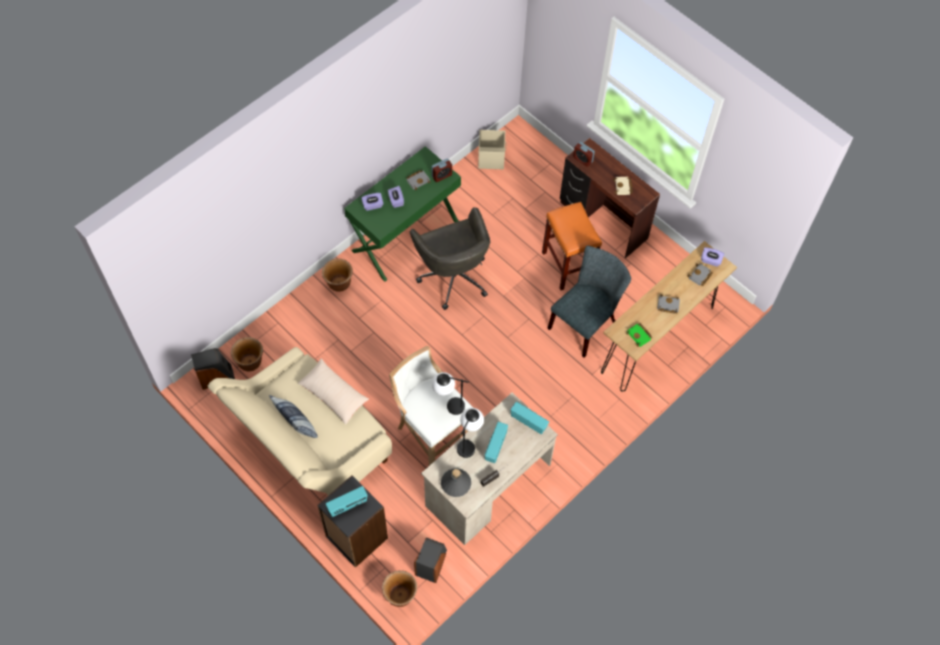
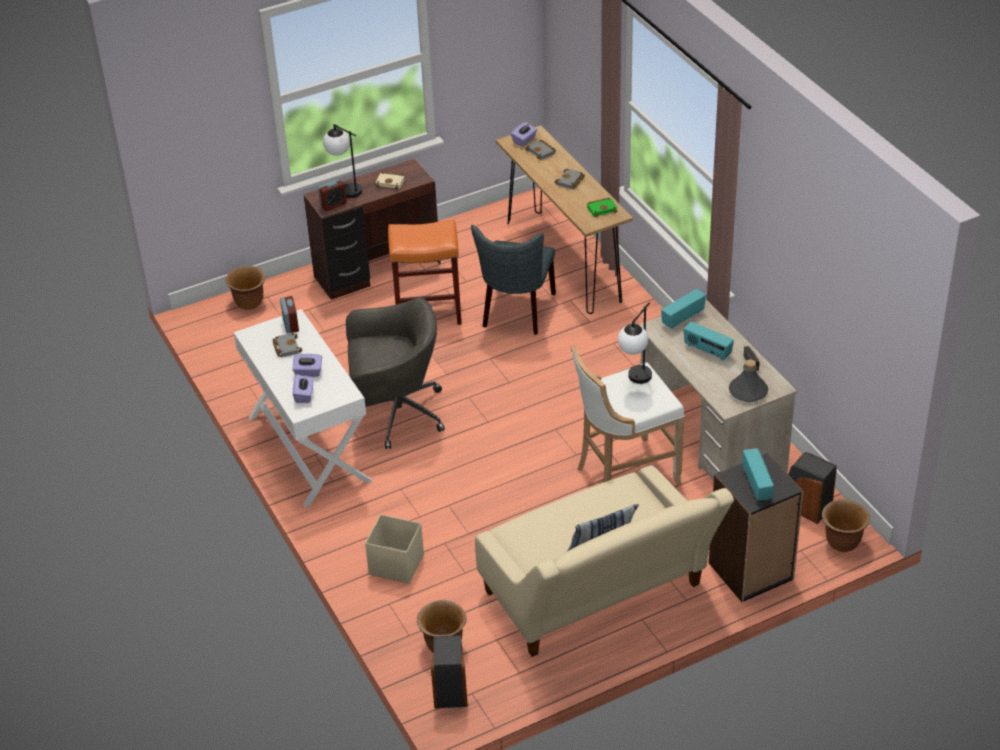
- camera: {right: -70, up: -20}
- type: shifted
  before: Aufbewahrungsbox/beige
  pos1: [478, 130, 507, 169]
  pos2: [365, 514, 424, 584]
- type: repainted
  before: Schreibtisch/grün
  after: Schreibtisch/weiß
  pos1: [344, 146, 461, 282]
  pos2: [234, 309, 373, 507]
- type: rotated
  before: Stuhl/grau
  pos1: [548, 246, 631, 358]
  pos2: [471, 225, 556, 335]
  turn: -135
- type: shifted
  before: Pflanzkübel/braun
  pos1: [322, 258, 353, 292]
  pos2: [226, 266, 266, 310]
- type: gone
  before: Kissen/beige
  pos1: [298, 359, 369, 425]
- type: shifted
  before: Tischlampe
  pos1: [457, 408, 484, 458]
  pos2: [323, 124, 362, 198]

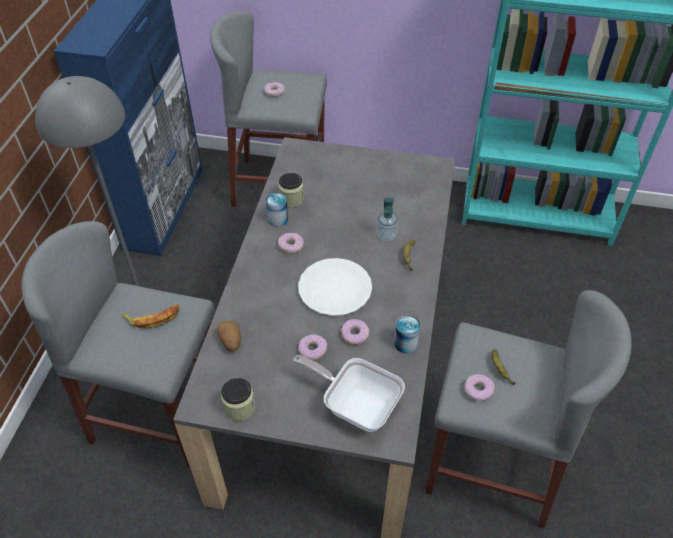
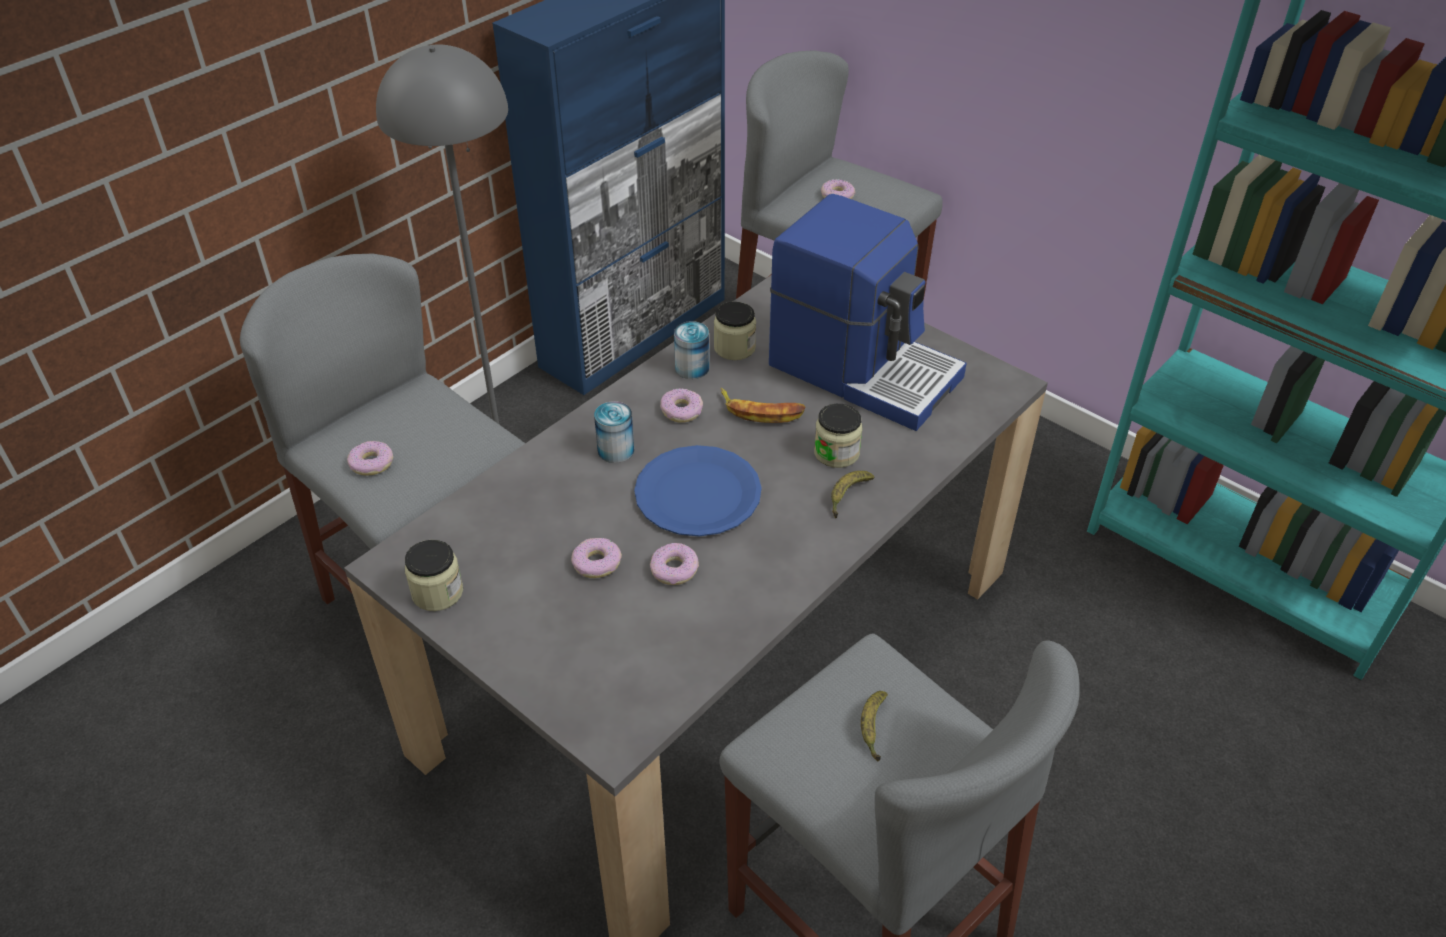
- camera: {right: 30, up: -5}
- type: swapped
  before: Seifenspender
  after: Vorratsglas
  pos1: [377, 198, 398, 242]
  pos2: [814, 404, 862, 468]
- type: repainted
  before: Teller/weiß
  after: Teller/blau
  pos1: [298, 258, 372, 316]
  pos2: [634, 445, 762, 537]
- type: shifted
  before: Banane
  pos1: [122, 304, 180, 328]
  pos2: [720, 388, 806, 423]
- type: shifted
  before: Dose
  pos1: [394, 315, 421, 354]
  pos2: [594, 401, 634, 463]
- type: gone
  before: Kartoffel
  pos1: [217, 321, 241, 352]
- type: gone
  before: Pfanne
  pos1: [293, 355, 405, 432]
- type: shifted
  before: Donut
  pos1: [464, 374, 495, 401]
  pos2: [347, 441, 393, 476]
- type: new
  after: Kaffeemaschine
  pos2: [769, 194, 967, 431]

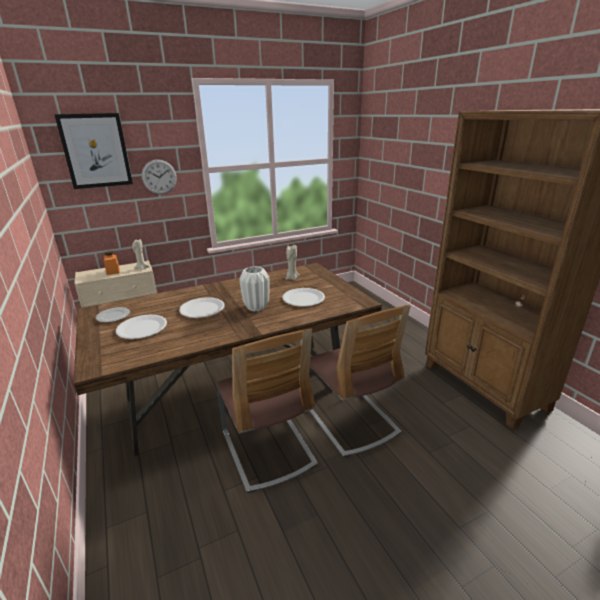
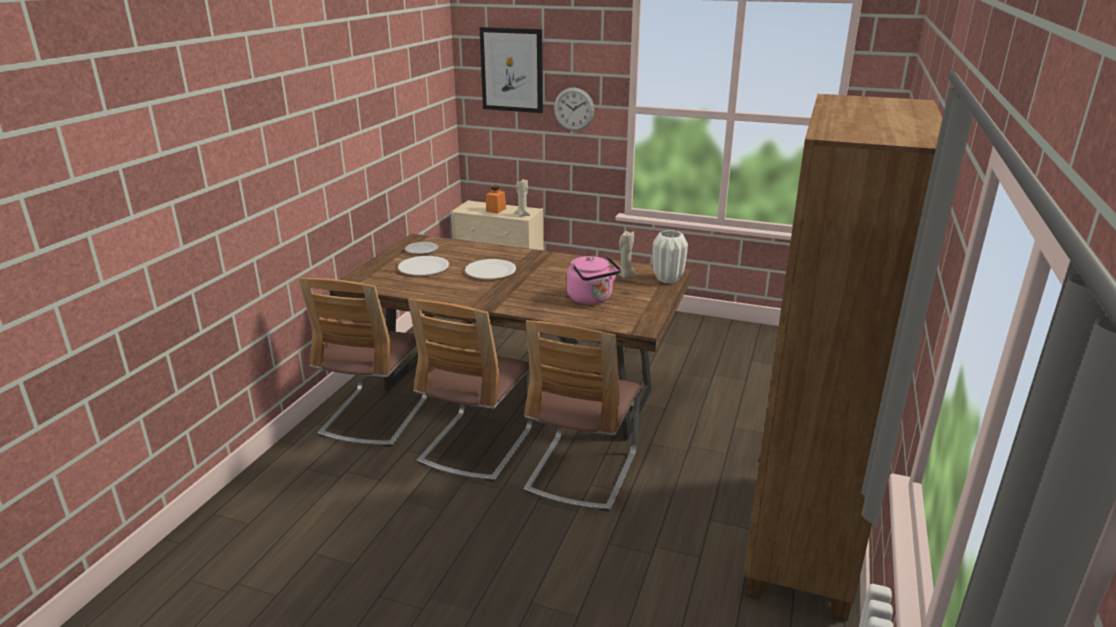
- camera: {right: 45, up: 0}
- type: shifted
  before: Vase/weiß
  pos1: [239, 266, 270, 312]
  pos2: [653, 230, 688, 283]
- type: swapped
  before: Teller/weiß
  after: Wasserkessel/rosa
  pos1: [282, 288, 325, 307]
  pos2: [567, 256, 621, 304]
- type: new
  after: Stuhl
  pos2: [299, 278, 427, 447]

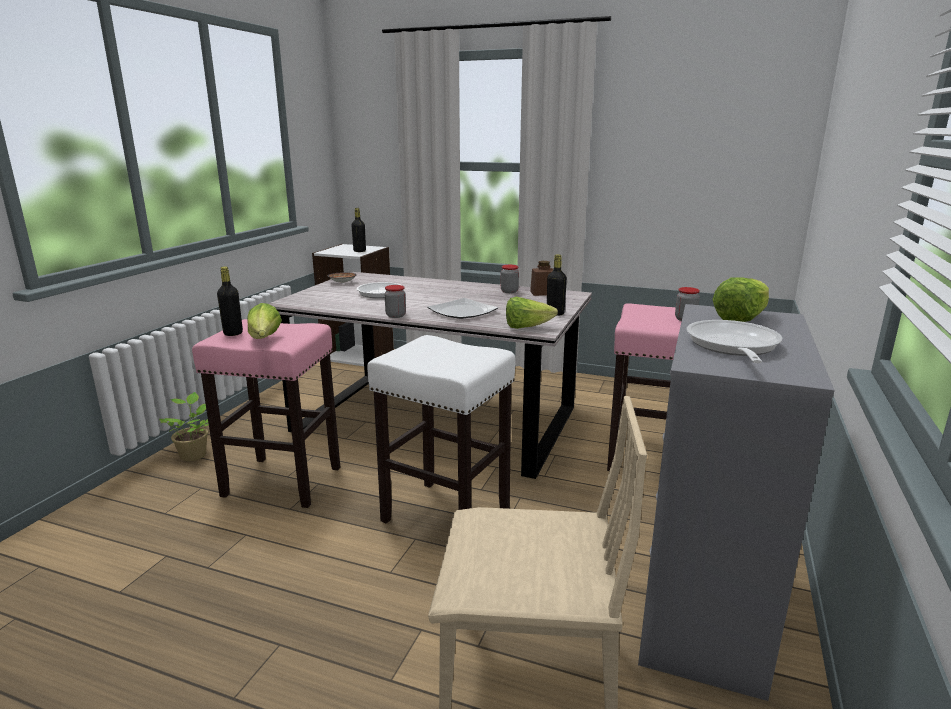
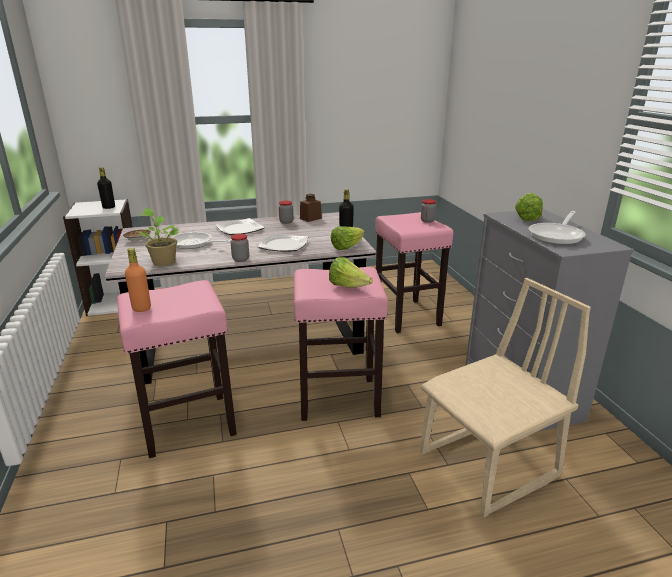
- camera: {right: -35, up: 5}
- type: repainted
  before: Flasche/schwarz
  after: Flasche/orange
  pos1: [217, 266, 243, 336]
  pos2: [125, 248, 151, 312]
- type: shifted
  before: Salatkopf
  pos1: [247, 303, 282, 339]
  pos2: [329, 257, 373, 288]
- type: rotated
  before: Pfanne
  pos1: [687, 320, 782, 363]
  pos2: [529, 211, 586, 245]
  turn: -120
- type: repainted
  before: Hocker/weiß
  after: Hocker/rosa
  pos1: [367, 335, 515, 523]
  pos2: [294, 267, 388, 421]
- type: shifted
  before: Topfpflanze
  pos1: [159, 392, 209, 461]
  pos2: [136, 208, 180, 266]
- type: new
  after: Teller
  pos2: [216, 218, 265, 235]

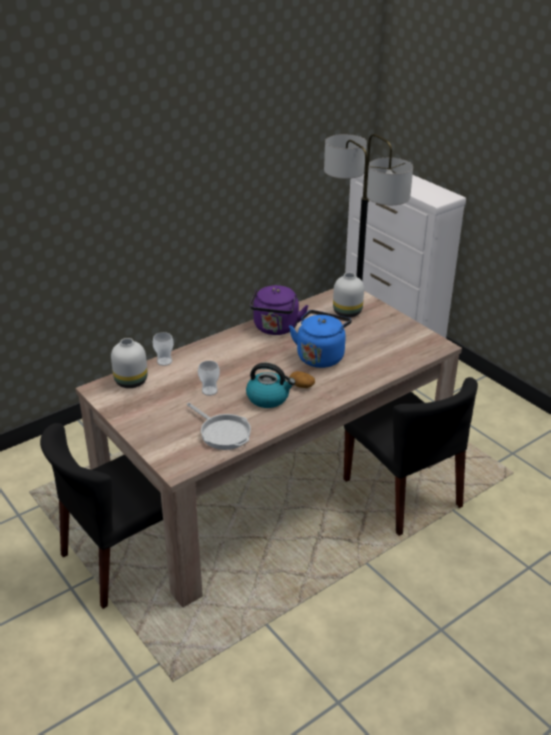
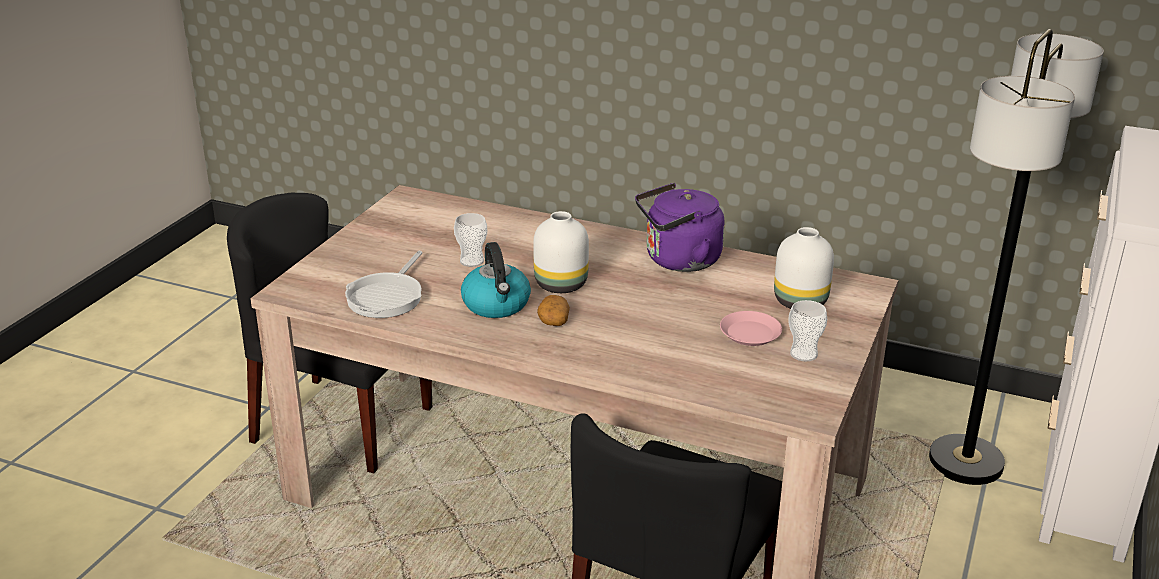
- camera: {right: 60, up: -5}
- type: gone
  before: Wasserkessel/blau
  pos1: [289, 310, 352, 368]
- type: shifted
  before: Tasse
  pos1: [153, 332, 174, 366]
  pos2: [788, 300, 827, 361]
- type: shifted
  before: Vase/weiß
  pos1: [111, 338, 148, 388]
  pos2: [533, 211, 589, 293]
- type: new
  after: Teller/rosa
  pos2: [720, 311, 782, 346]

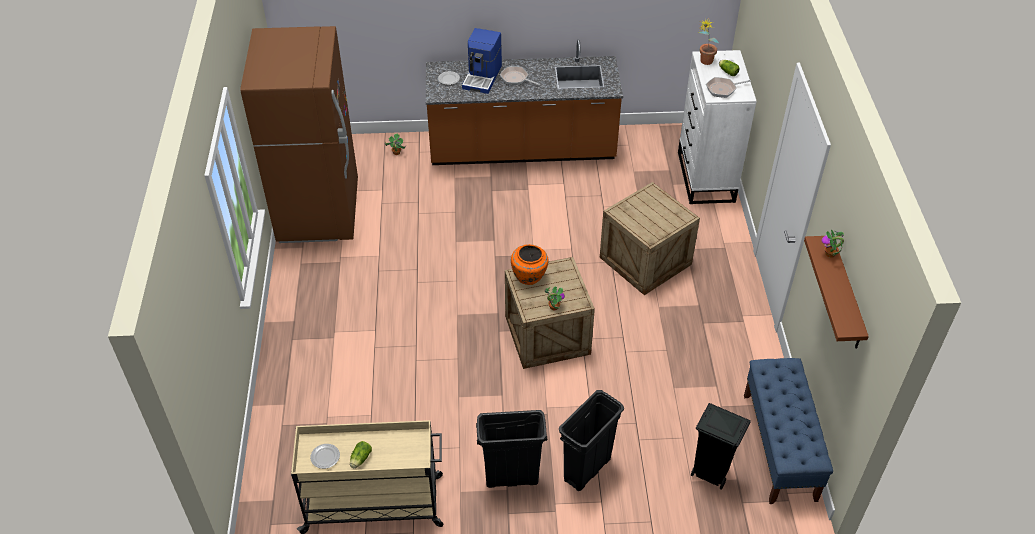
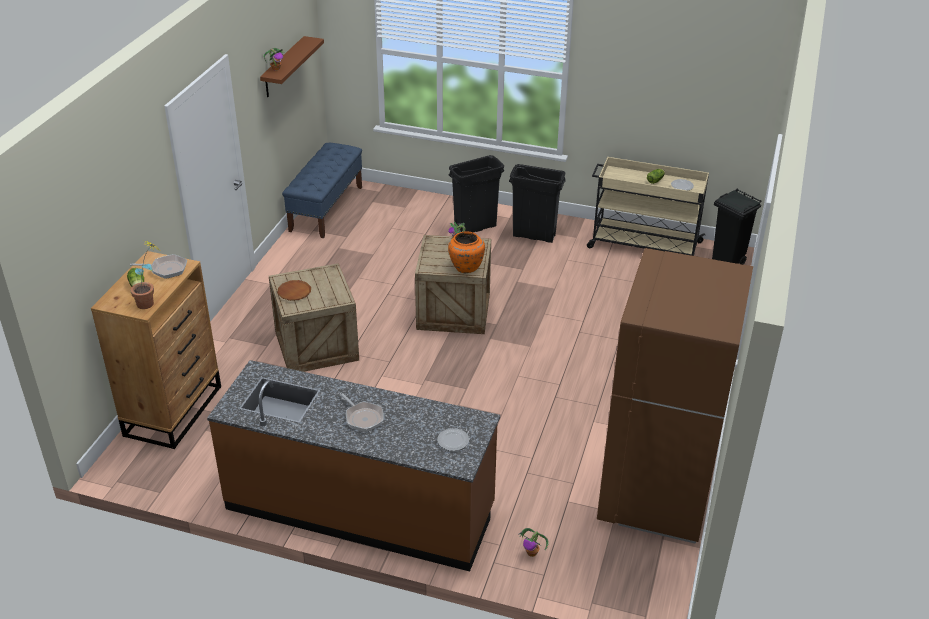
- camera: {right: -160, up: -10}
- type: gone
  before: Kaffeemaschine
  pos1: [462, 28, 502, 94]
- type: repainted
  before: Kommode/weiß
  after: Kommode/braun
  pos1: [678, 50, 757, 204]
  pos2: [91, 251, 221, 449]
- type: shifted
  before: Mülleimer/schwarz
  pos1: [691, 403, 751, 490]
  pos2: [712, 189, 761, 265]
- type: new
  after: Teller/braun
  pos2: [277, 280, 311, 301]

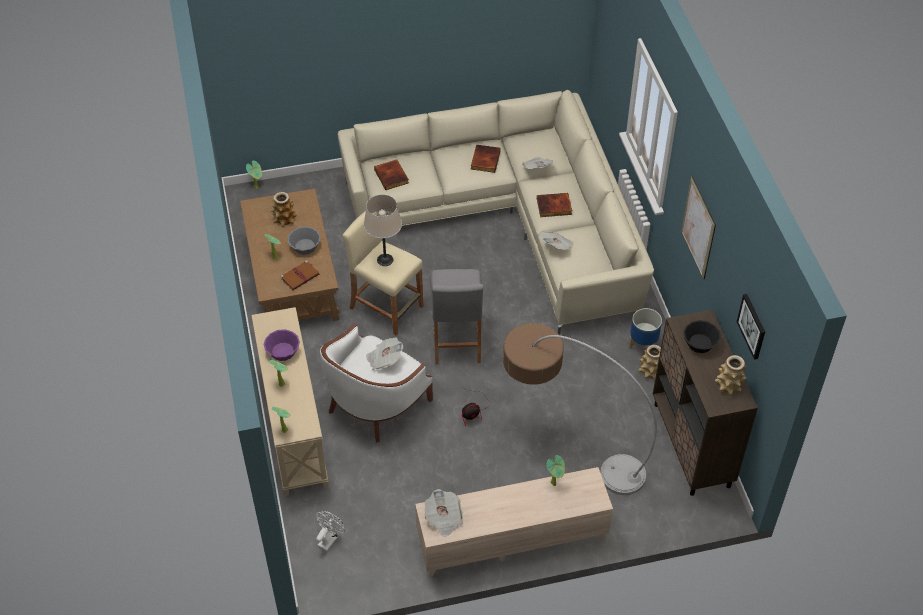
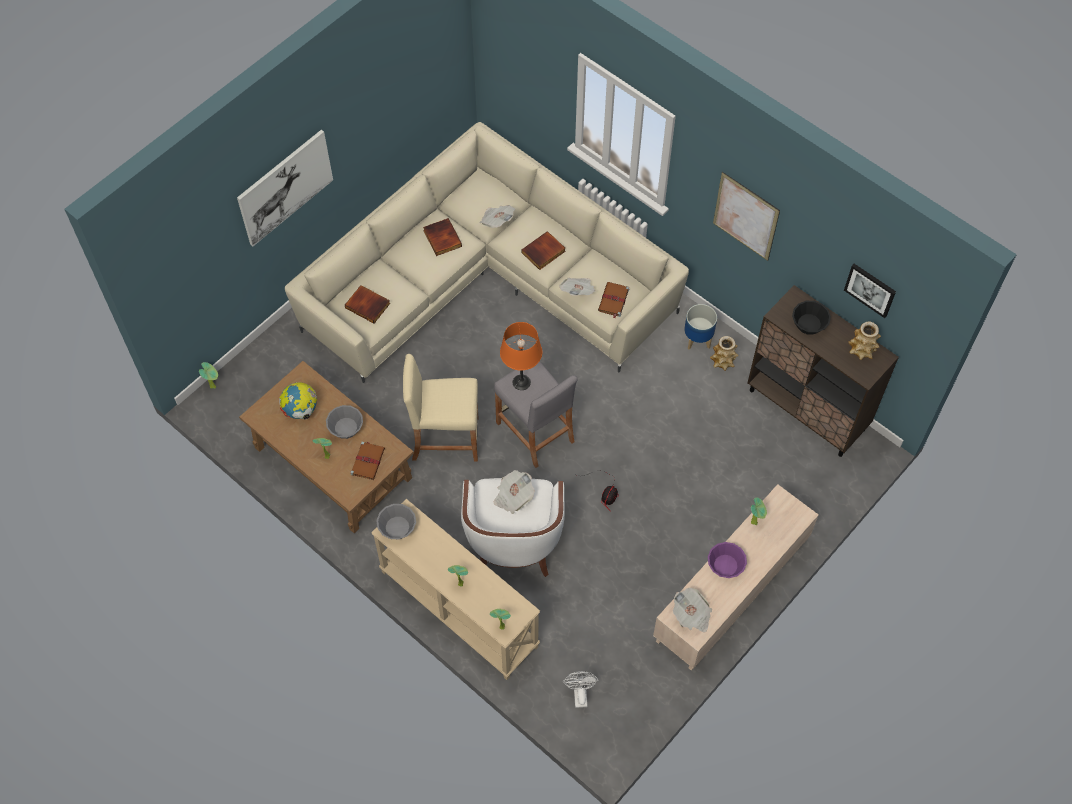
- camera: {right: -35, up: 10}
- type: swapped
  before: Vase
  after: Globus
  pos1: [270, 192, 297, 226]
  pos2: [279, 382, 317, 420]
- type: gone
  before: Tischlampe/beige
  pos1: [364, 194, 402, 266]
- type: gone
  before: Stehlampe
  pos1: [503, 323, 657, 495]
- type: shifted
  before: Schüssel/lila
  pos1: [263, 329, 300, 361]
  pos2: [708, 542, 747, 578]
- type: new
  after: Bild
  pos2: [237, 130, 333, 246]
- type: new
  after: Buch/braun
  pos2: [598, 282, 629, 318]
- type: new
  after: Tischlampe/orange
  pos2: [500, 322, 542, 390]
- type: new
  after: Schüssel/grau
  pos2: [376, 504, 416, 539]

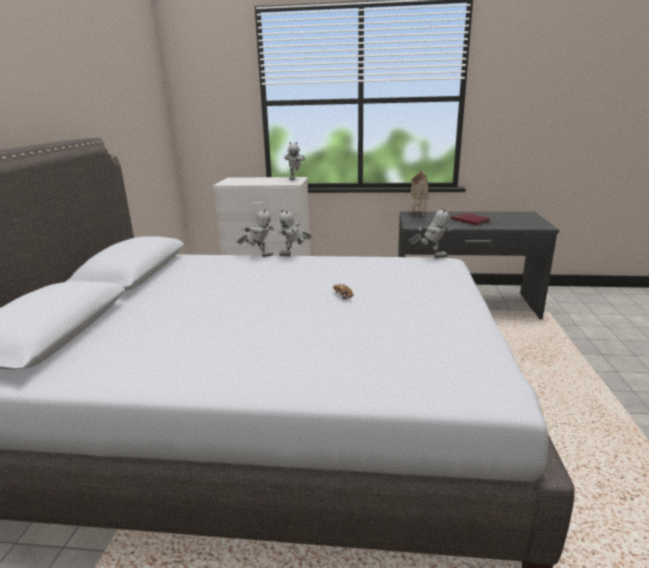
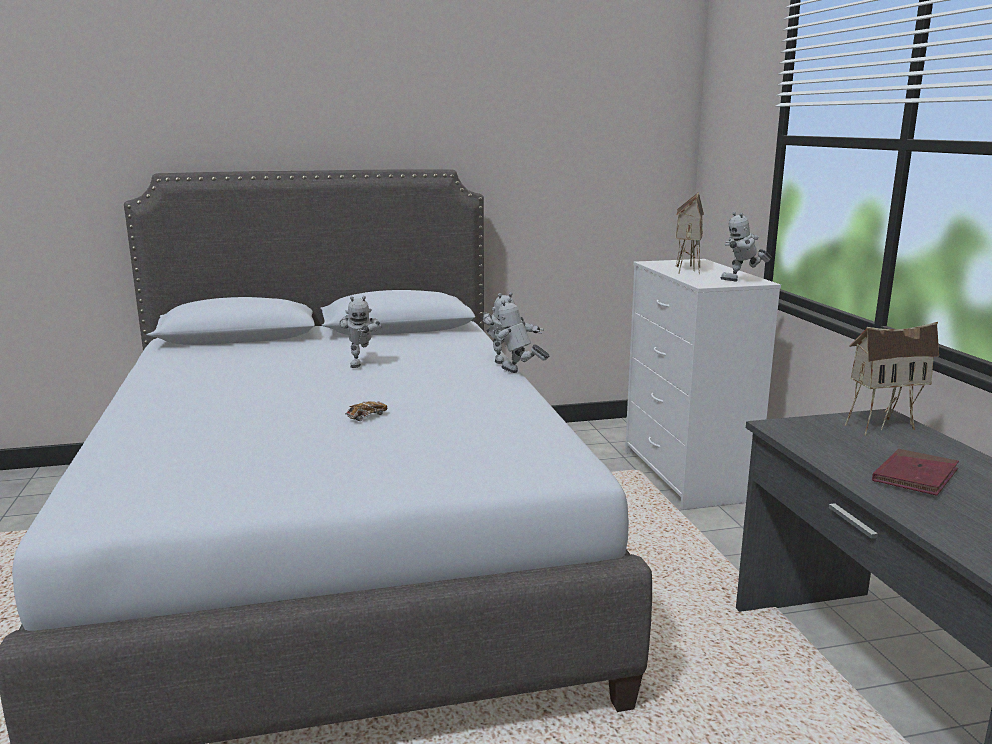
- camera: {right: 70, up: -5}
- type: shifted
  before: Spielzeugroboter
  pos1: [409, 207, 452, 258]
  pos2: [340, 296, 382, 368]
- type: new
  after: Spielzeughaus
  pos2: [675, 192, 704, 274]

